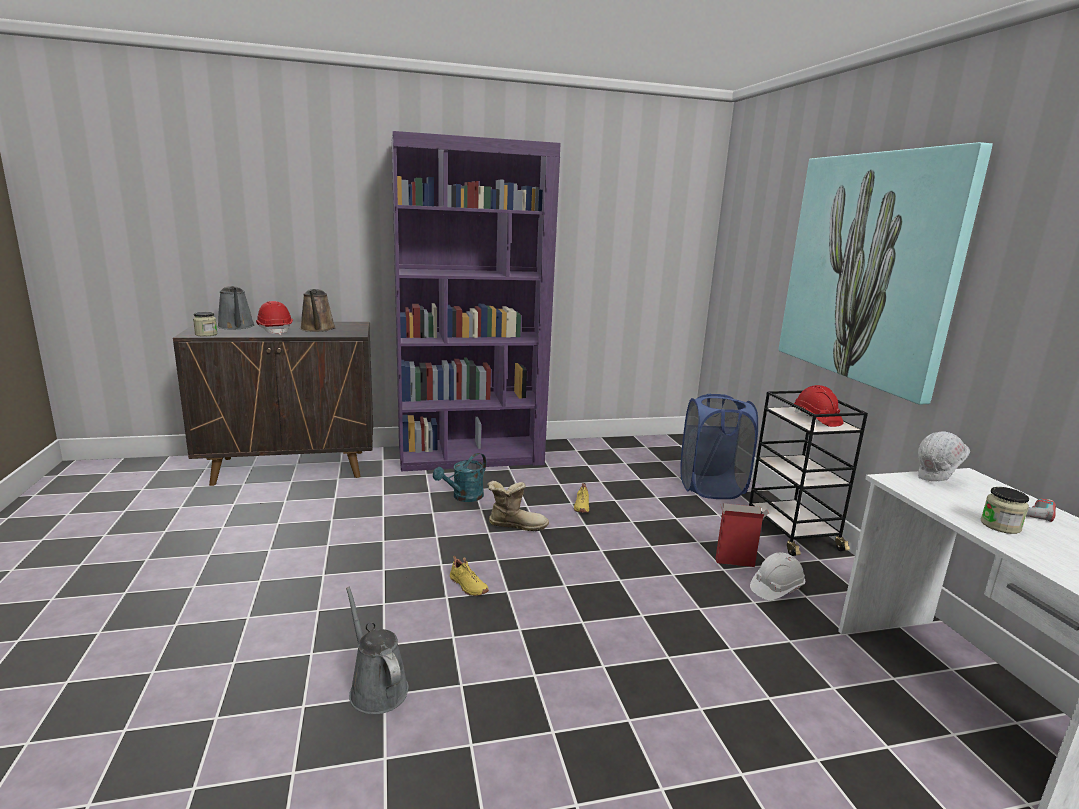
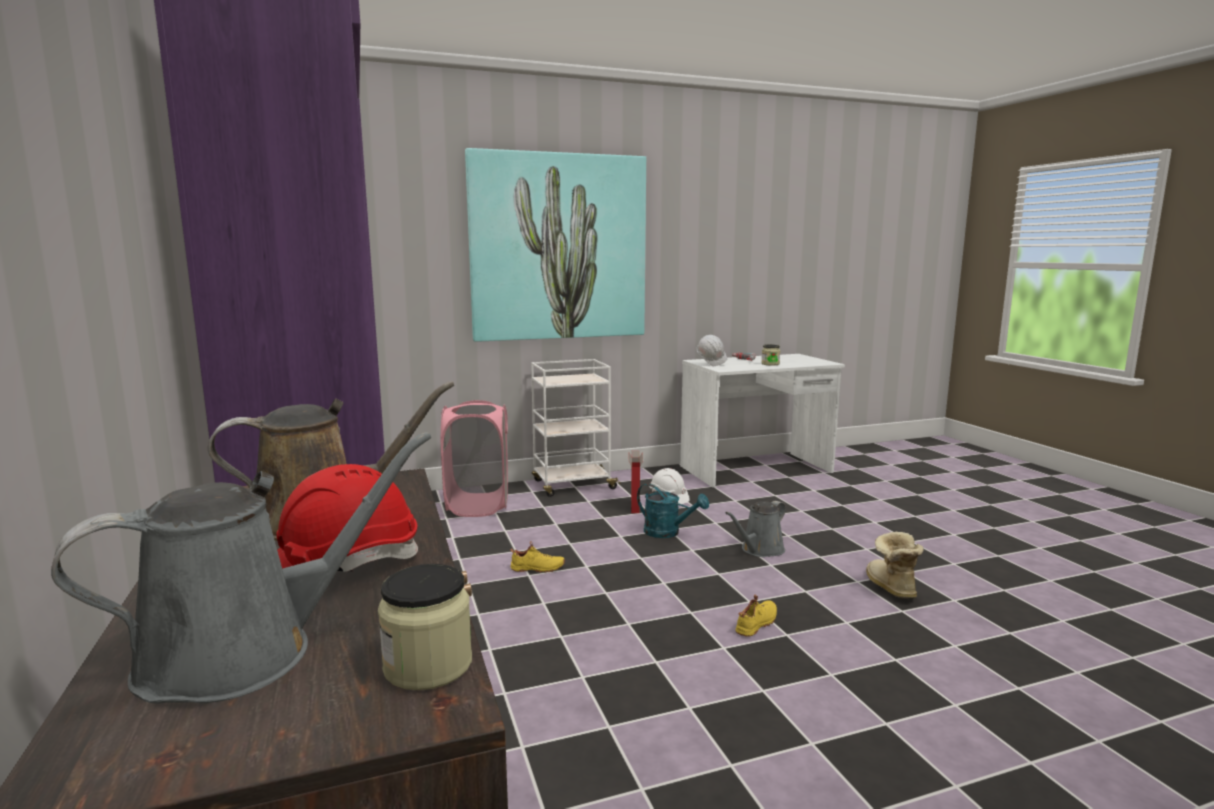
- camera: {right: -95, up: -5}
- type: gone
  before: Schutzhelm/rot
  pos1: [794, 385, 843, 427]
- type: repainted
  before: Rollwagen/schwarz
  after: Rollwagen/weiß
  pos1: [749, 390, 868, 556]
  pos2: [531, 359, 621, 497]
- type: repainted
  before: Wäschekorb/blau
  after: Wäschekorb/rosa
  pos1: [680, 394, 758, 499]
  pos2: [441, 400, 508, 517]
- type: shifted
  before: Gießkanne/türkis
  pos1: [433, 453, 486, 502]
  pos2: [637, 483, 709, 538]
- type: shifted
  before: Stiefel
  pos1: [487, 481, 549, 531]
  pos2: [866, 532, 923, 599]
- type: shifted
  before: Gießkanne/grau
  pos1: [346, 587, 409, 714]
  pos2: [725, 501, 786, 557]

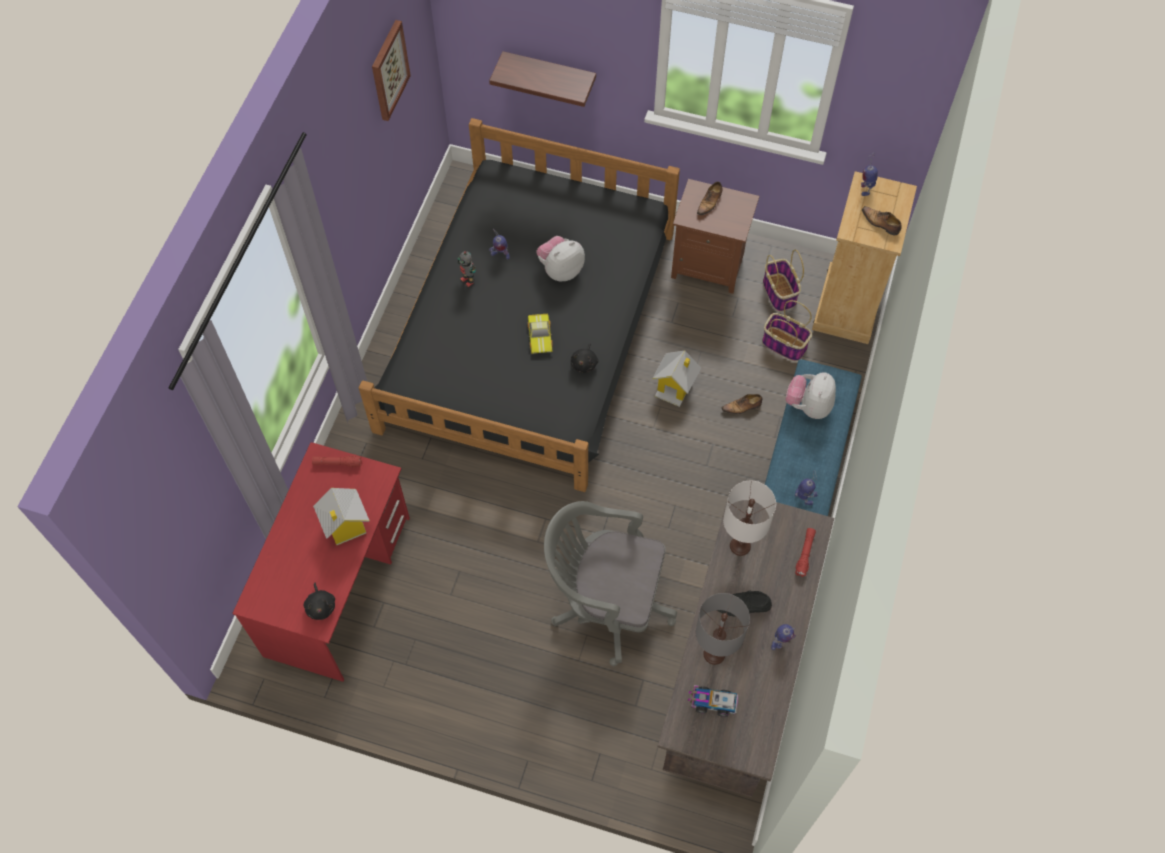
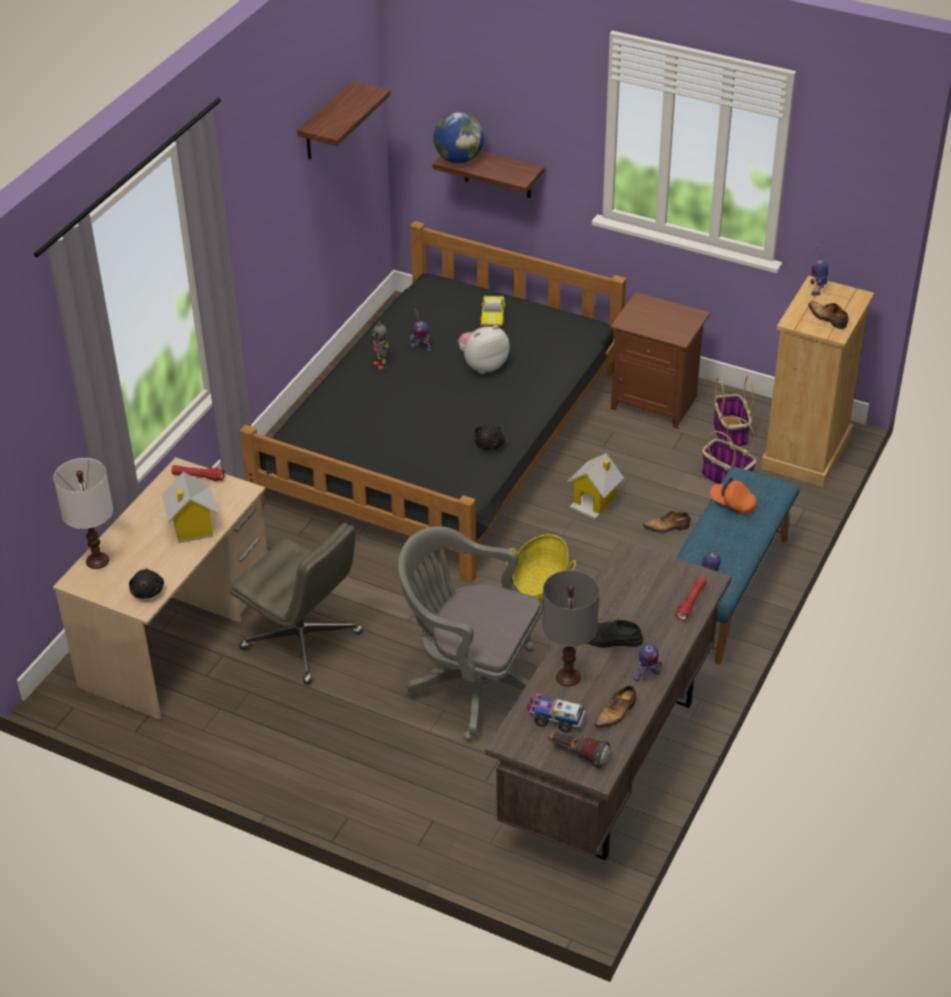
- camera: {right: 10, up: -20}
- type: swapped
  before: Bild
  after: Wandregal
  pos1: [372, 20, 411, 121]
  pos2: [297, 81, 390, 160]
- type: shifted
  before: Schuh
  pos1: [697, 182, 723, 216]
  pos2: [594, 685, 636, 729]
- type: shifted
  before: Spielzeugauto
  pos1: [527, 314, 553, 354]
  pos2: [480, 296, 505, 326]
- type: swapped
  before: Plüschtier
  after: Kappe/orange
  pos1: [785, 372, 836, 419]
  pos2: [710, 476, 757, 514]
- type: repainted
  before: Schreibtisch/rot
  after: Schreibtisch/beige
  pos1: [232, 442, 410, 682]
  pos2: [53, 457, 267, 720]
- type: shifted
  before: Tischlampe/weiß
  pos1: [723, 481, 776, 556]
  pos2: [54, 458, 113, 569]
- type: new
  after: Globus
  pos2: [434, 112, 484, 163]
- type: new
  after: Bürostuhl/grau
  pos2: [230, 523, 363, 684]
- type: new
  after: Korb
  pos2: [505, 534, 576, 605]
- type: new
  after: Taschenlampe
  pos2: [548, 732, 610, 768]

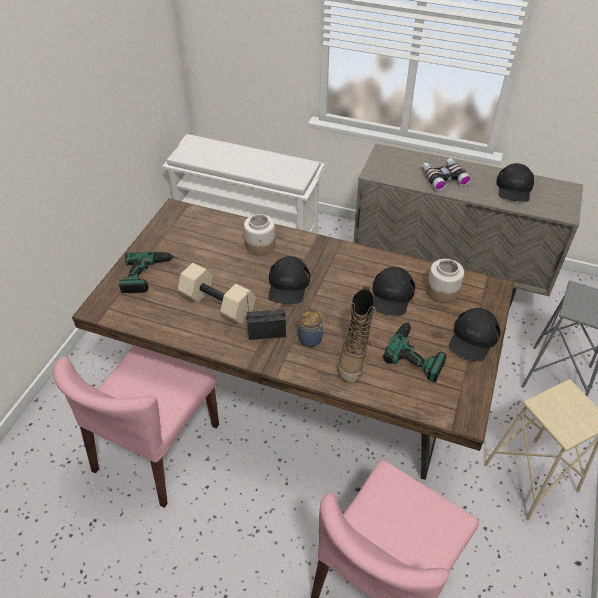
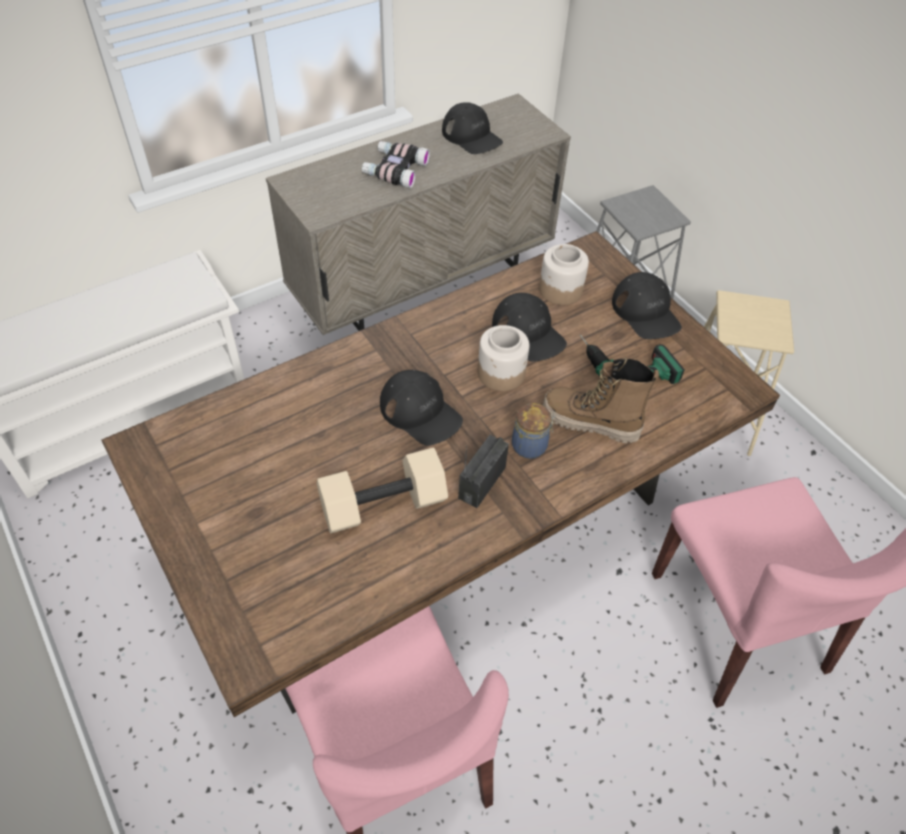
- camera: {right: -55, up: 5}
- type: shifted
  before: Vorratsglas
  pos1: [244, 214, 275, 256]
  pos2: [478, 325, 529, 391]
- type: gone
  before: Bohrmaschine
  pos1: [119, 252, 183, 293]
- type: rotated
  before: Stiefel
  pos1: [337, 285, 376, 382]
  pos2: [543, 358, 659, 443]
  turn: 150

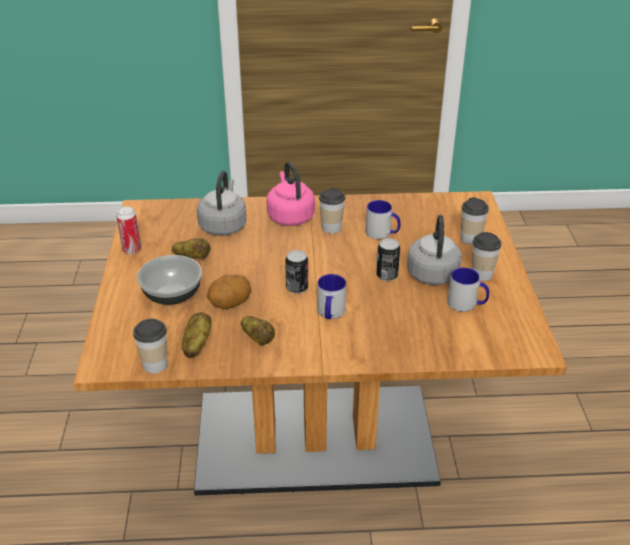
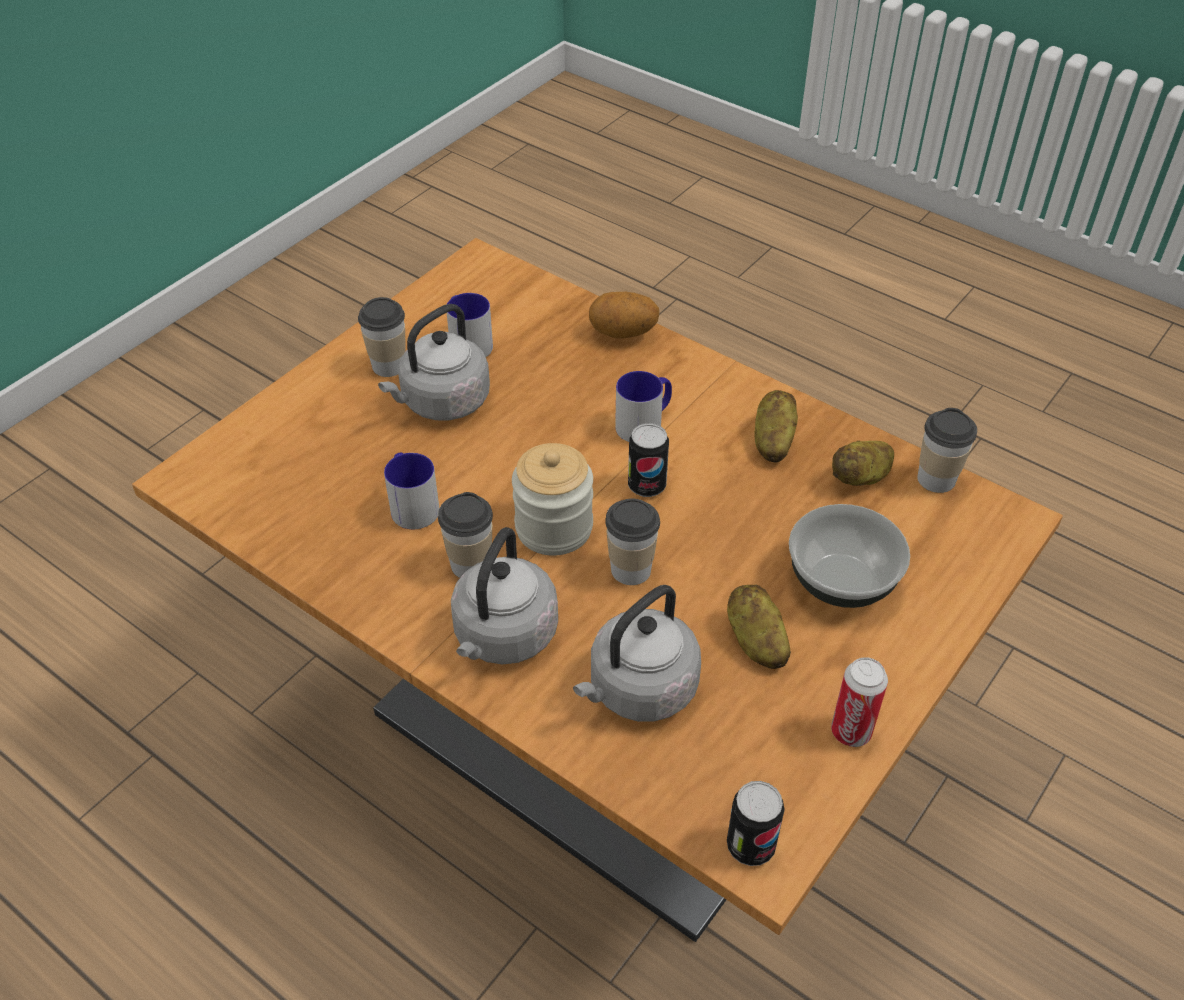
- camera: {right: -140, up: 10}
- type: repainted
  before: Wasserkessel/rosa
  after: Wasserkessel/grau
  pos1: [267, 162, 315, 226]
  pos2: [451, 527, 558, 664]
- type: shifted
  before: Tasse
  pos1: [461, 197, 489, 245]
  pos2: [605, 499, 660, 585]
- type: shifted
  before: Dose
  pos1: [376, 238, 400, 281]
  pos2: [727, 781, 785, 866]
- type: shifted
  before: Kartoffel
  pos1: [207, 275, 251, 309]
  pos2: [589, 292, 660, 339]
- type: new
  after: Vorratsglas
  pos2: [512, 443, 593, 556]

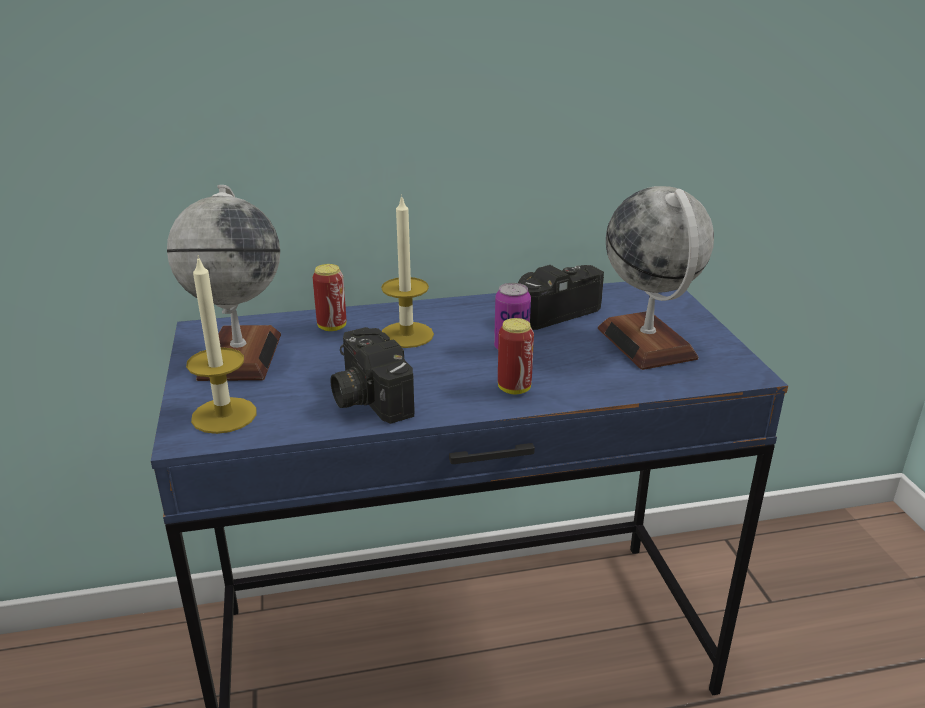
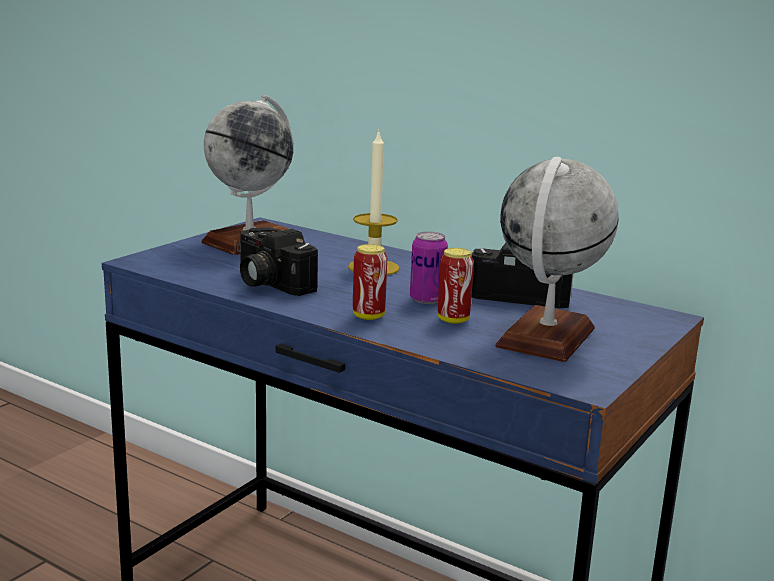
- camera: {right: 45, up: -10}
- type: gone
  before: Kerze
  pos1: [186, 255, 256, 434]
- type: shifted
  before: Dose
  pos1: [313, 264, 346, 331]
  pos2: [438, 248, 474, 324]
- type: rotated
  before: Kamera
  pos1: [331, 327, 415, 424]
  pos2: [236, 227, 318, 296]
  turn: -60

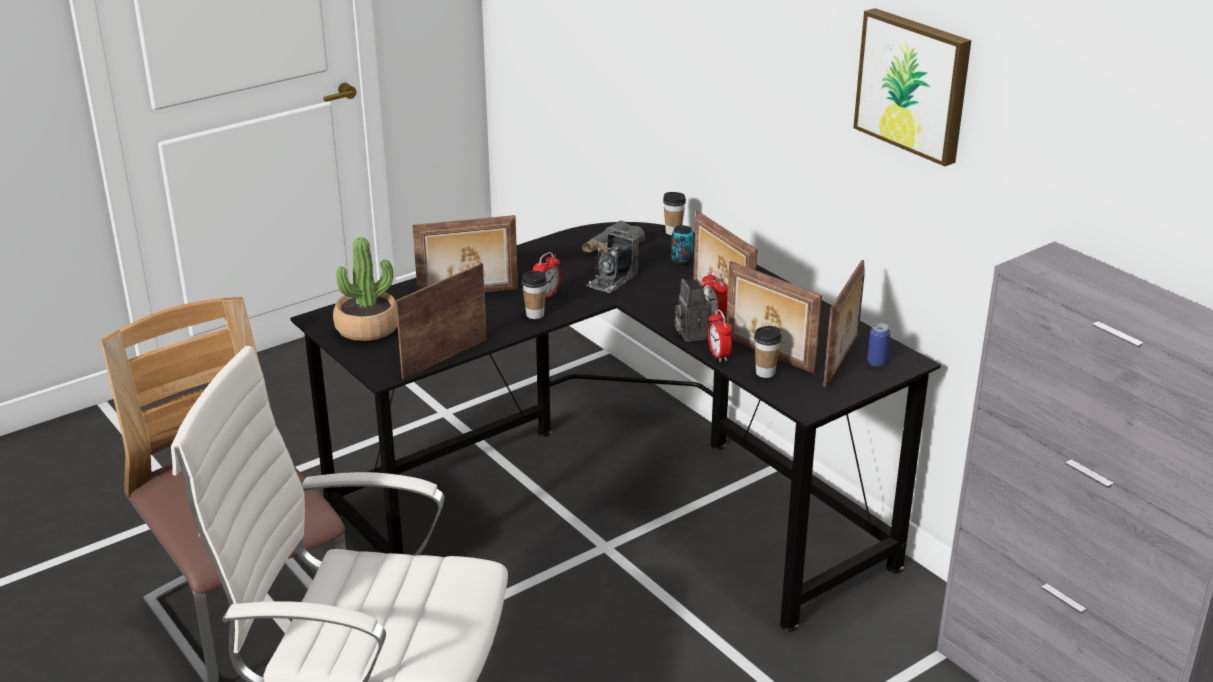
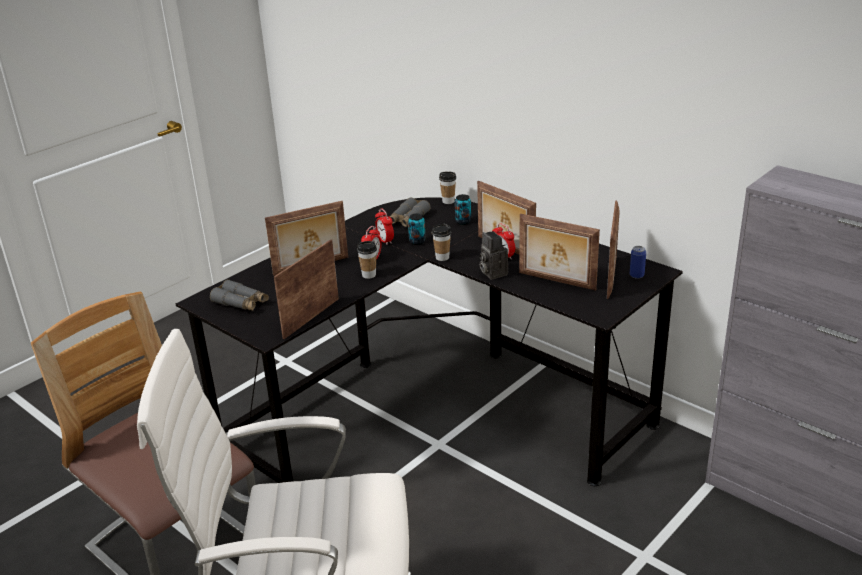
- camera: {right: -10, up: 0}
- type: gone
  before: Bild
  pos1: [853, 8, 971, 166]
- type: swapped
  before: Kamera
  after: Dose
  pos1: [586, 229, 639, 293]
  pos2: [408, 213, 426, 245]
- type: swapped
  before: Topfpflanze
  after: Fernglas/grau
  pos1: [333, 237, 397, 341]
  pos2: [210, 279, 269, 311]
- type: shifted
  before: Wecker
  pos1: [708, 309, 732, 362]
  pos2: [375, 208, 394, 245]
- type: shifted
  before: Tasse
  pos1: [754, 326, 782, 378]
  pos2: [432, 224, 451, 261]

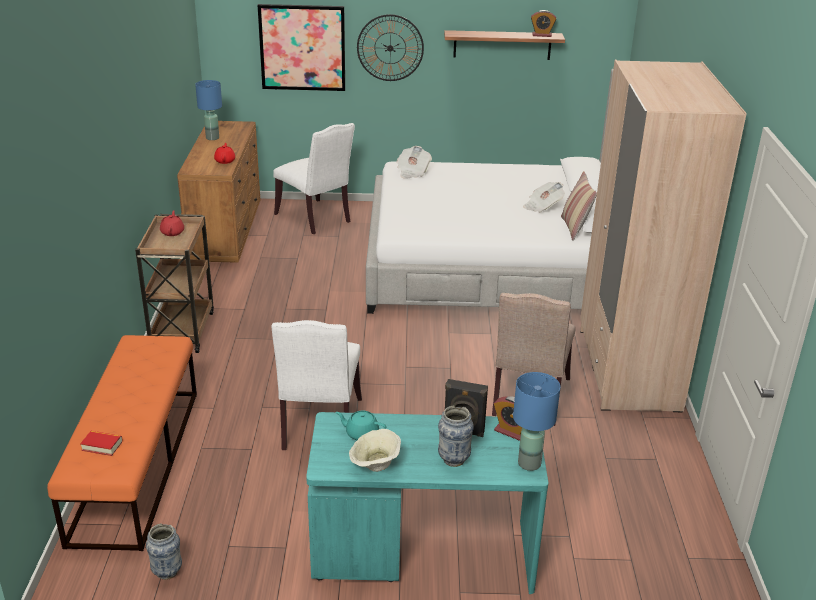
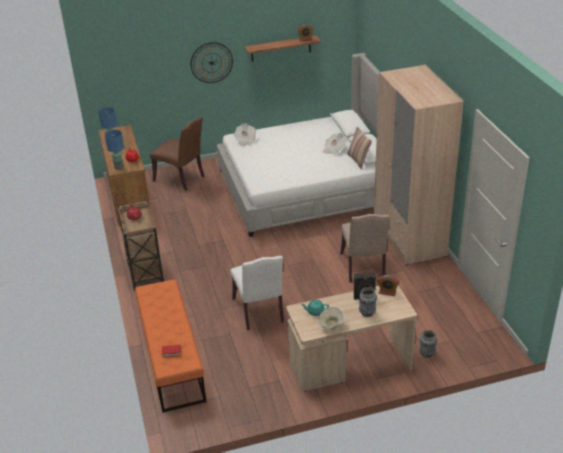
- camera: {right: -15, up: 5}
- type: gone
  before: Bild
  pos1: [258, 4, 345, 91]
- type: repainted
  before: Stuhl/weiß
  after: Stuhl/braun
  pos1: [273, 123, 355, 234]
  pos2: [150, 117, 205, 191]
- type: shifted
  before: Tischlampe/blau
  pos1: [513, 372, 560, 471]
  pos2: [105, 130, 124, 170]
- type: repainted
  before: Schreibtisch/türkis
  after: Schreibtisch/beige
  pos1: [306, 412, 548, 594]
  pos2: [286, 285, 417, 392]
- type: shifted
  before: Vase
  pos1: [146, 523, 182, 580]
  pos2: [419, 330, 437, 358]

